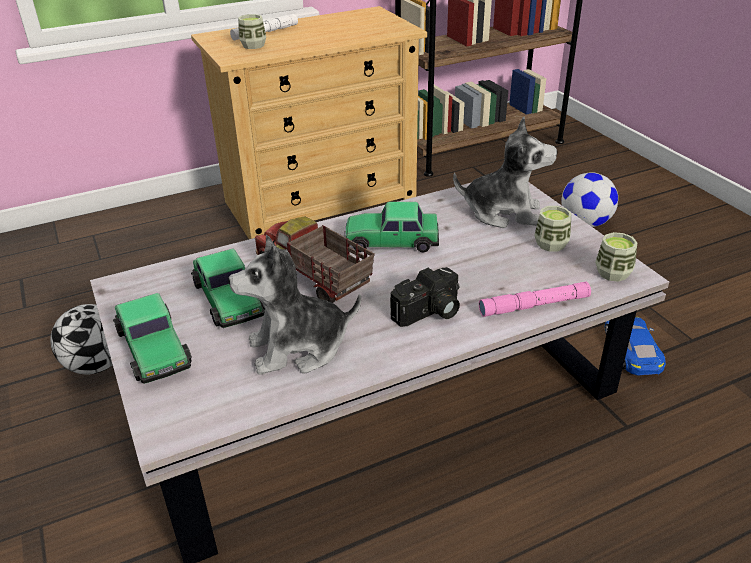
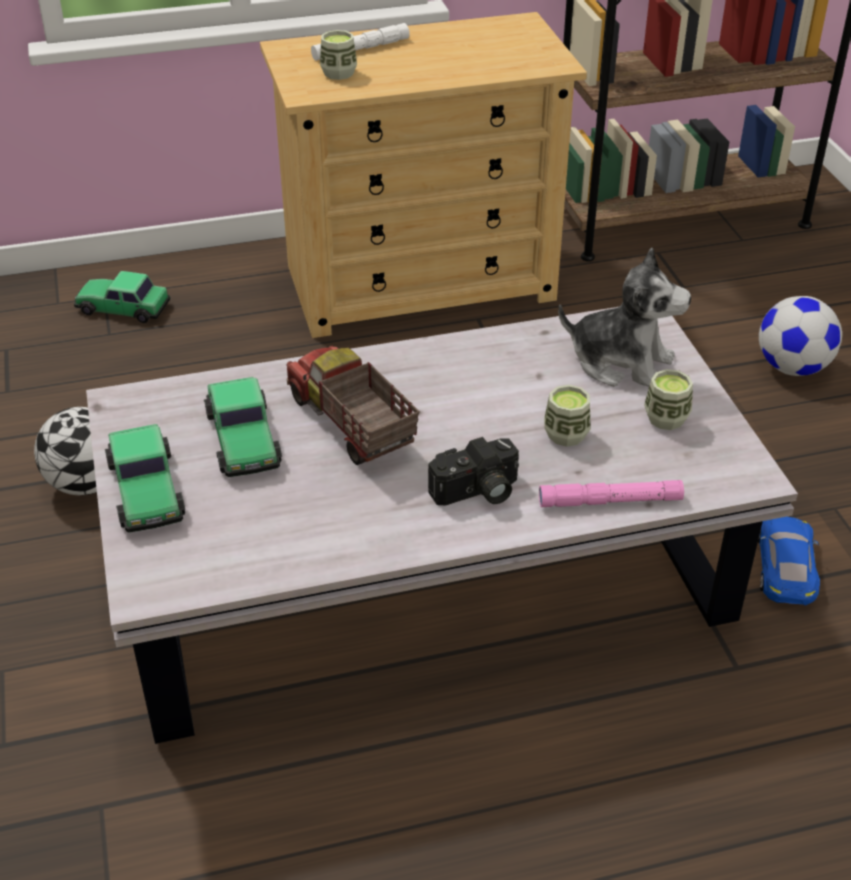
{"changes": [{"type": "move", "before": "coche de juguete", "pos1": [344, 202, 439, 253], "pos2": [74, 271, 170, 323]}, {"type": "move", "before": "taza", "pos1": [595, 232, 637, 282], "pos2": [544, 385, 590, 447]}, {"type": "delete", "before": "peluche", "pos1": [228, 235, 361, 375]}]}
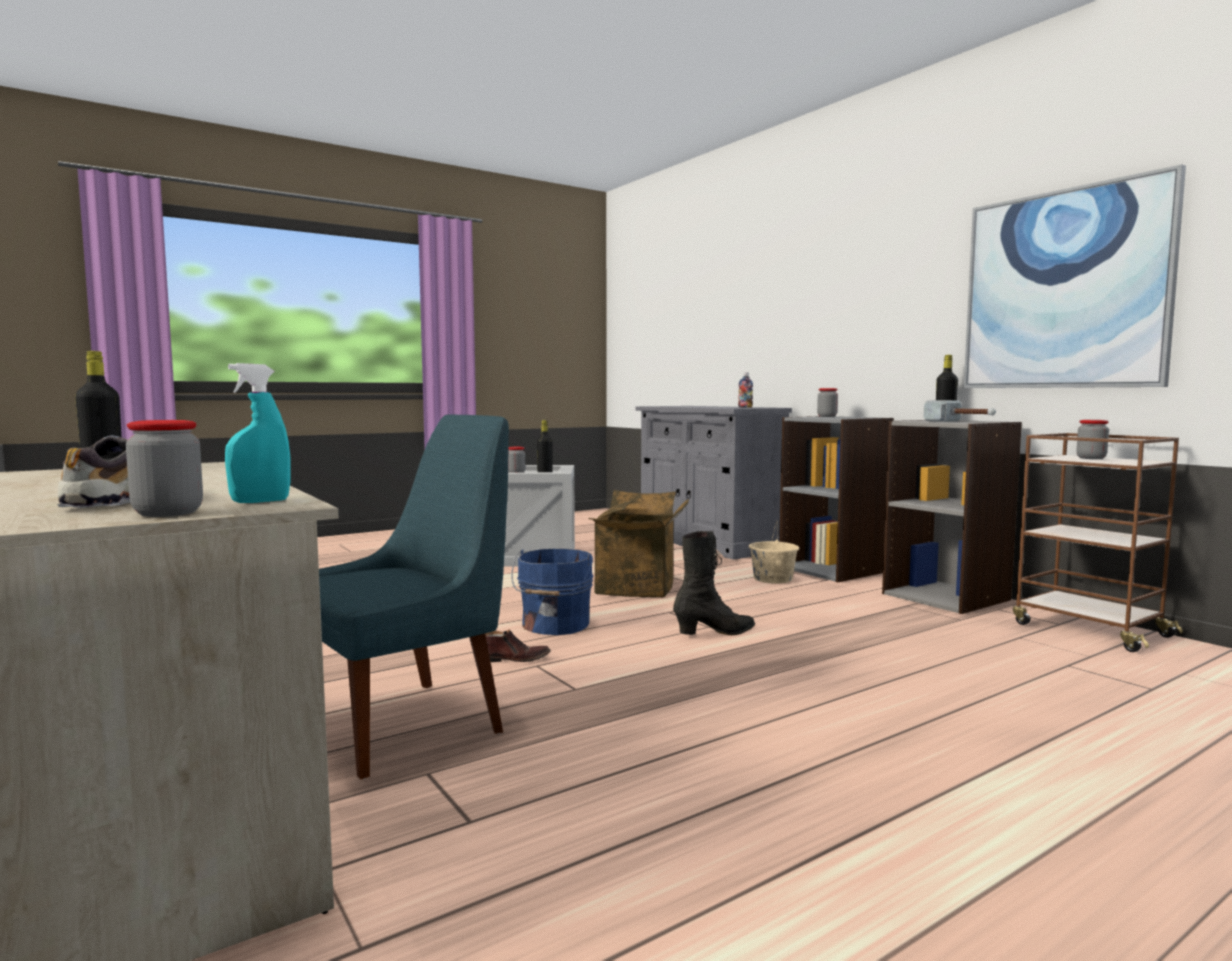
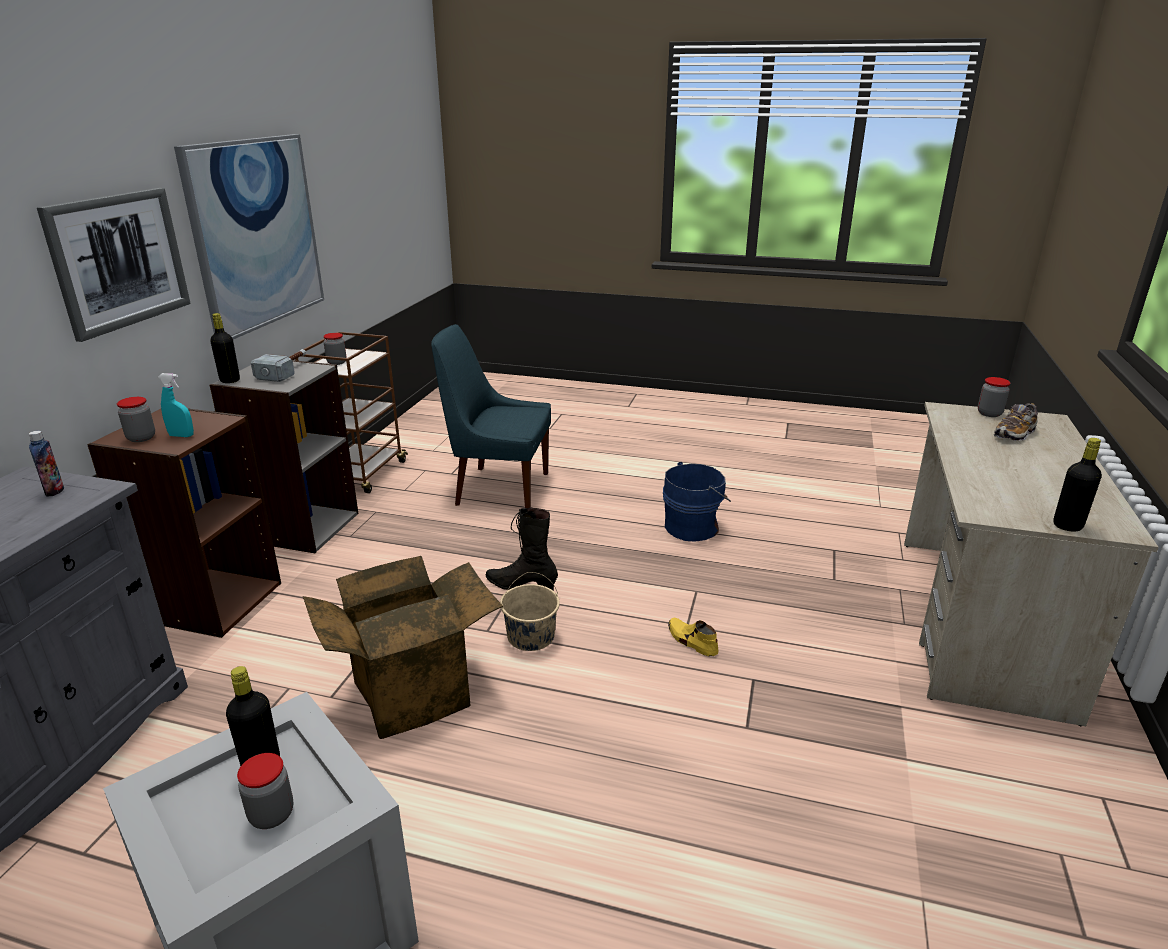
{"changes": [{"type": "move", "before": "pulverizador (turquesa)", "pos1": [225, 363, 291, 503], "pos2": [158, 373, 194, 437]}, {"type": "move", "before": "silla (azul)", "pos1": [319, 414, 509, 780], "pos2": [431, 324, 551, 508]}, {"type": "recolor", "before": "estantería (gris)", "after": "estantería (marrón)", "pos1": [779, 416, 894, 582], "pos2": [87, 408, 281, 638]}, {"type": "move", "before": "cubo (beis)", "pos1": [749, 521, 799, 584], "pos2": [500, 572, 560, 651]}, {"type": "move", "before": "cubo (azul)", "pos1": [511, 548, 593, 635], "pos2": [663, 462, 731, 542]}, {"type": "recolor", "before": "zapato (marrón)", "after": "zapato (amarillo)", "pos1": [485, 630, 551, 662], "pos2": [668, 617, 718, 656]}, {"type": "insert", "after": "cuadro", "pos2": [37, 188, 191, 342]}]}
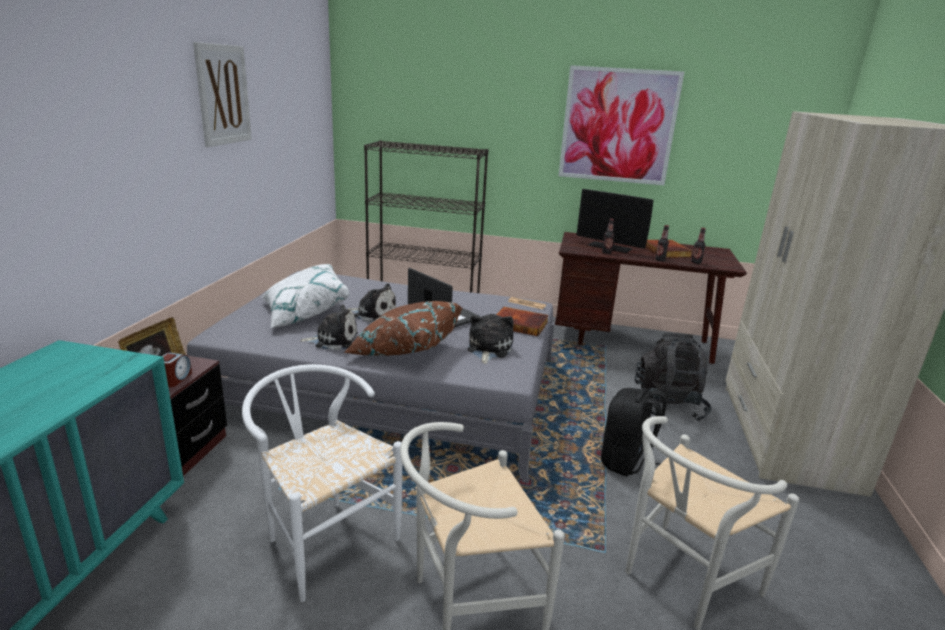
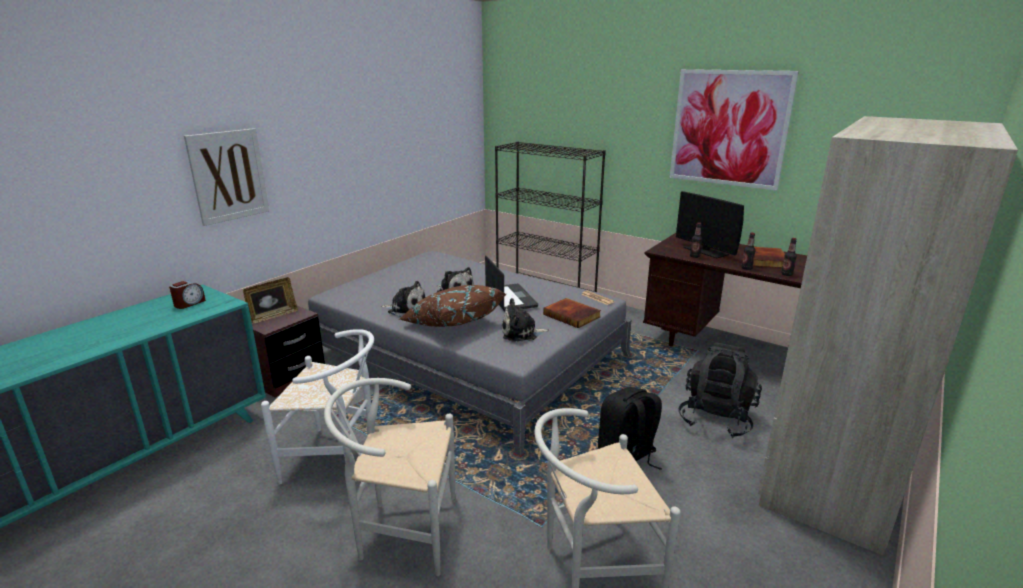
{"changes": [{"type": "move", "before": "cuadro", "pos1": [193, 42, 252, 147], "pos2": [184, 128, 269, 226]}, {"type": "delete", "before": "cojín (blanco)", "pos1": [261, 264, 350, 328]}, {"type": "rotate", "before": "peluche", "pos1": [468, 314, 514, 364], "pos2": [502, 298, 550, 342], "turn": -135}, {"type": "move", "before": "despertador", "pos1": [163, 353, 192, 387], "pos2": [169, 281, 206, 309]}, {"type": "rotate", "before": "silla (blanco)", "pos1": [242, 364, 402, 602], "pos2": [261, 329, 374, 485], "turn": 120}]}
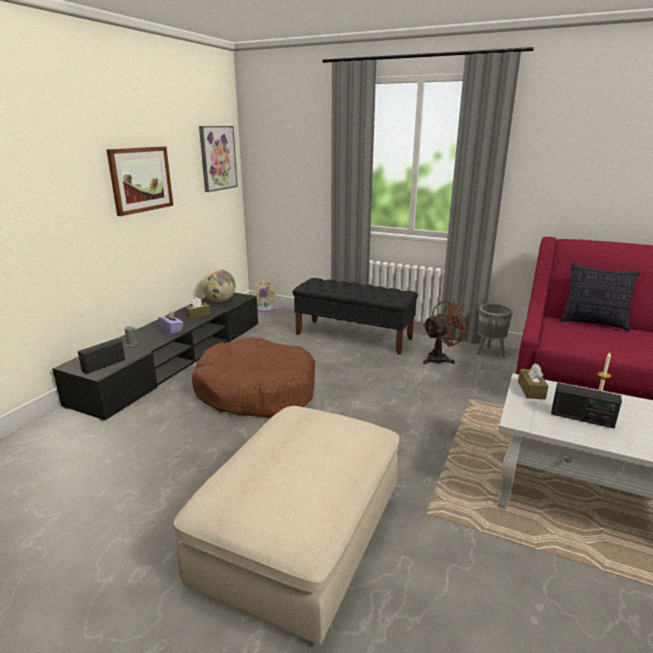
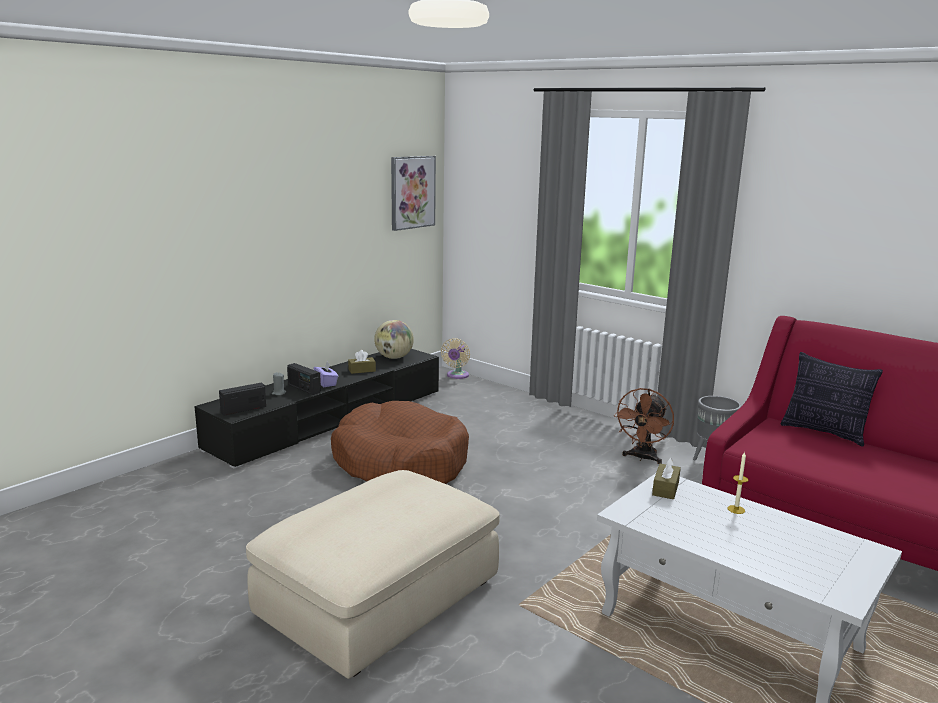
{"changes": [{"type": "delete", "before": "cuadro", "pos1": [106, 146, 173, 216]}, {"type": "delete", "before": "banco (negro)", "pos1": [292, 278, 418, 355]}, {"type": "rotate", "before": "ventilador (marrón)", "pos1": [423, 300, 472, 365], "pos2": [614, 388, 674, 464], "turn": 135}, {"type": "move", "before": "radio", "pos1": [551, 383, 622, 428], "pos2": [287, 363, 321, 395]}]}
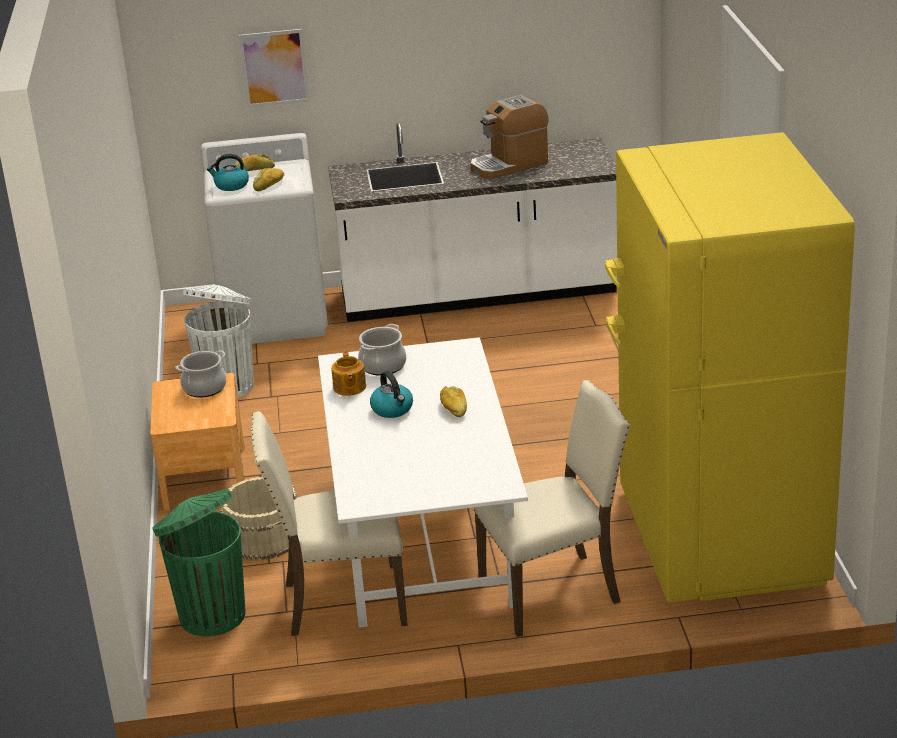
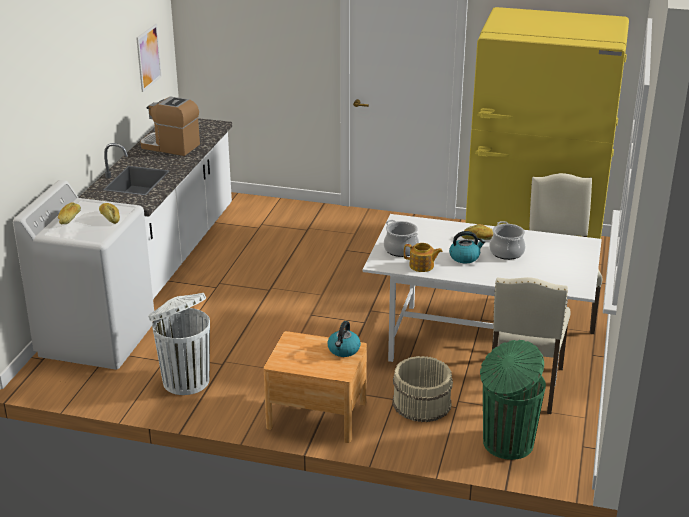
{"changes": [{"type": "move", "before": "cuadro", "pos1": [239, 29, 310, 107], "pos2": [136, 24, 162, 92]}, {"type": "rotate", "before": "cafetera", "pos1": [471, 95, 549, 179], "pos2": [140, 96, 200, 156], "turn": 120}, {"type": "move", "before": "hervidor", "pos1": [207, 154, 249, 191], "pos2": [327, 321, 361, 357]}, {"type": "move", "before": "olla", "pos1": [176, 350, 227, 398], "pos2": [489, 221, 526, 260]}]}
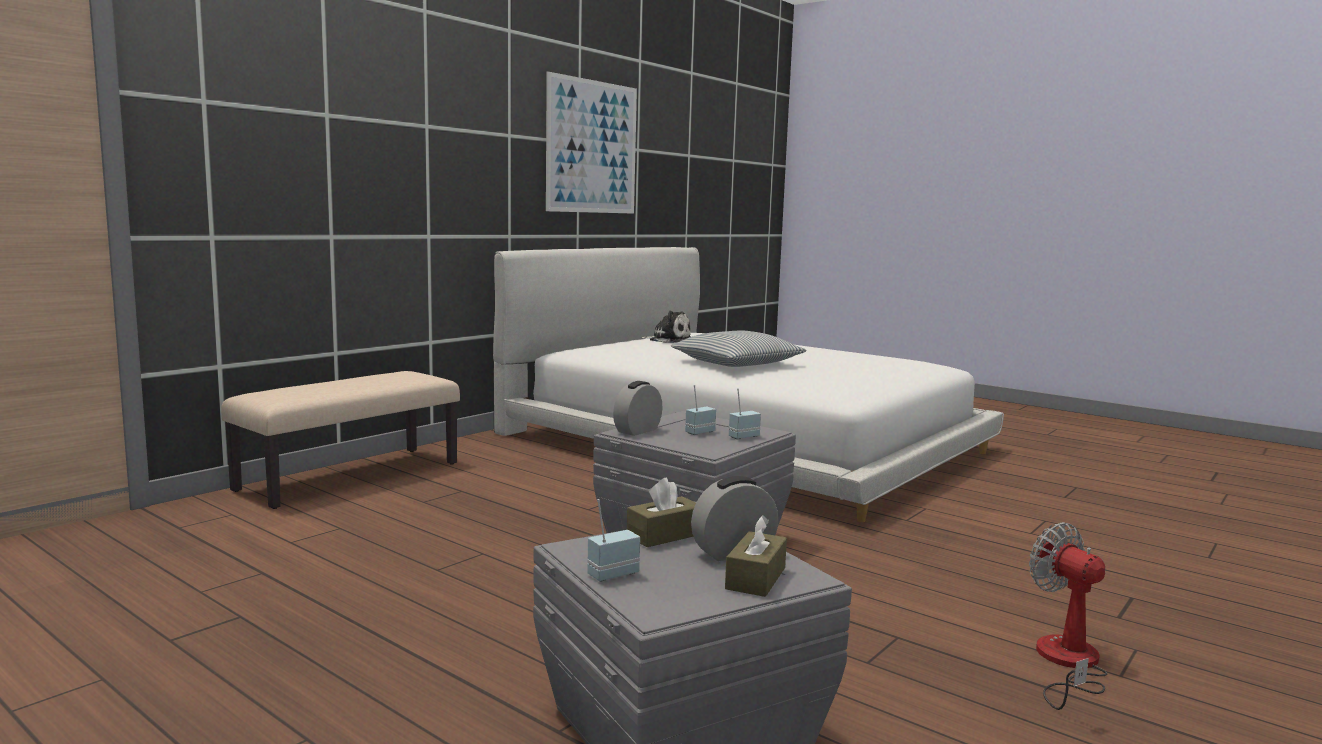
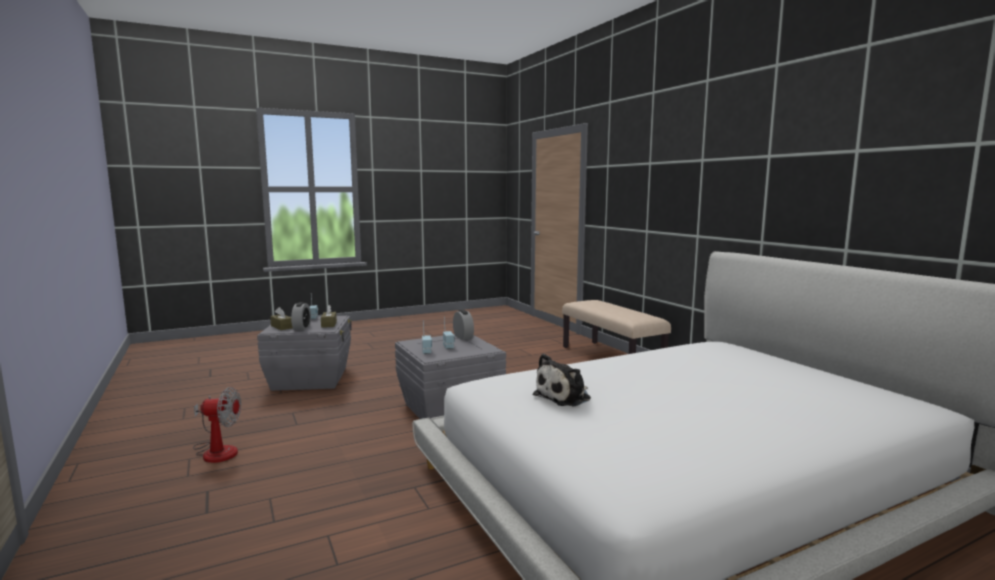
{"changes": [{"type": "delete", "before": "cuadro", "pos1": [546, 72, 637, 214]}, {"type": "move", "before": "peluche", "pos1": [642, 310, 691, 343], "pos2": [533, 354, 591, 406]}, {"type": "delete", "before": "cojín", "pos1": [671, 331, 806, 367]}]}
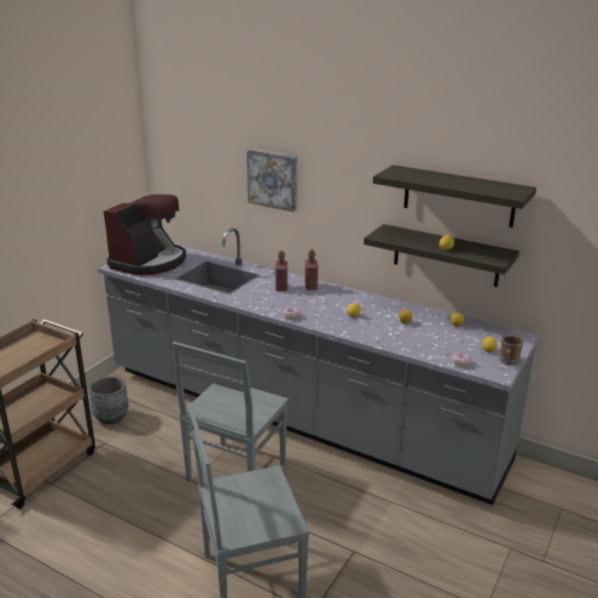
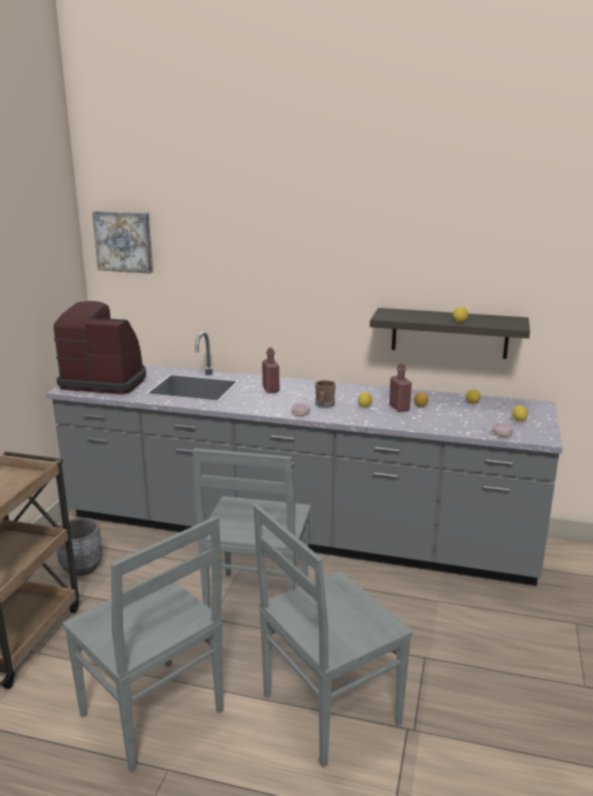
{"changes": [{"type": "move", "before": "cuadro", "pos1": [247, 149, 297, 212], "pos2": [92, 211, 153, 273]}, {"type": "delete", "before": "estante", "pos1": [373, 165, 536, 228]}, {"type": "rotate", "before": "cafetera", "pos1": [103, 194, 186, 275], "pos2": [54, 301, 146, 394], "turn": -90}, {"type": "move", "before": "botella (rojo)", "pos1": [305, 249, 318, 290], "pos2": [389, 363, 412, 412]}, {"type": "move", "before": "taza grande (marrón)", "pos1": [499, 335, 524, 366], "pos2": [315, 380, 336, 408]}, {"type": "insert", "after": "silla (gris)", "pos2": [63, 516, 223, 773]}]}
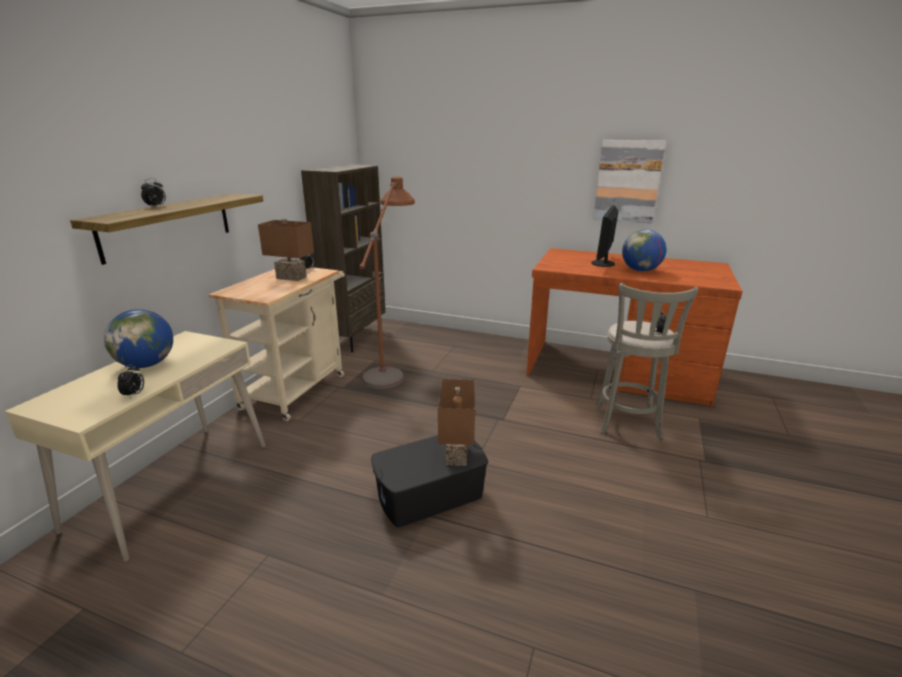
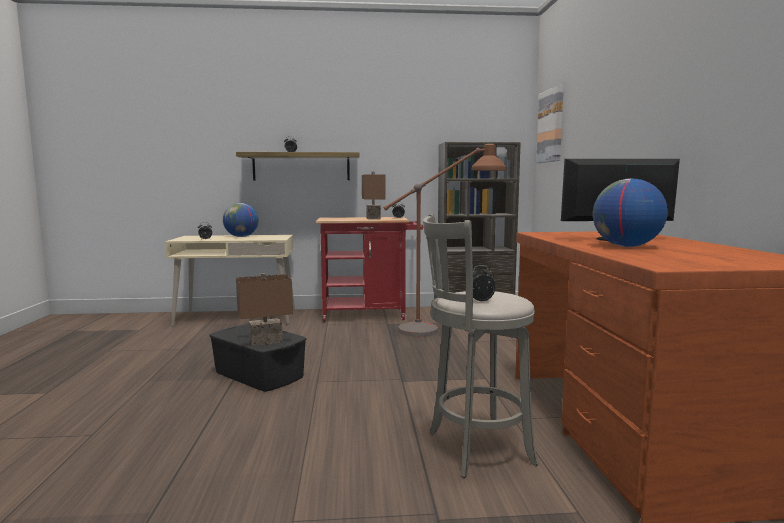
{"changes": [{"type": "move", "before": "cuadro", "pos1": [593, 140, 666, 223], "pos2": [536, 84, 564, 163]}, {"type": "recolor", "before": "carrito (beis)", "after": "carrito (rojo)", "pos1": [208, 267, 345, 421], "pos2": [316, 217, 423, 322]}]}
